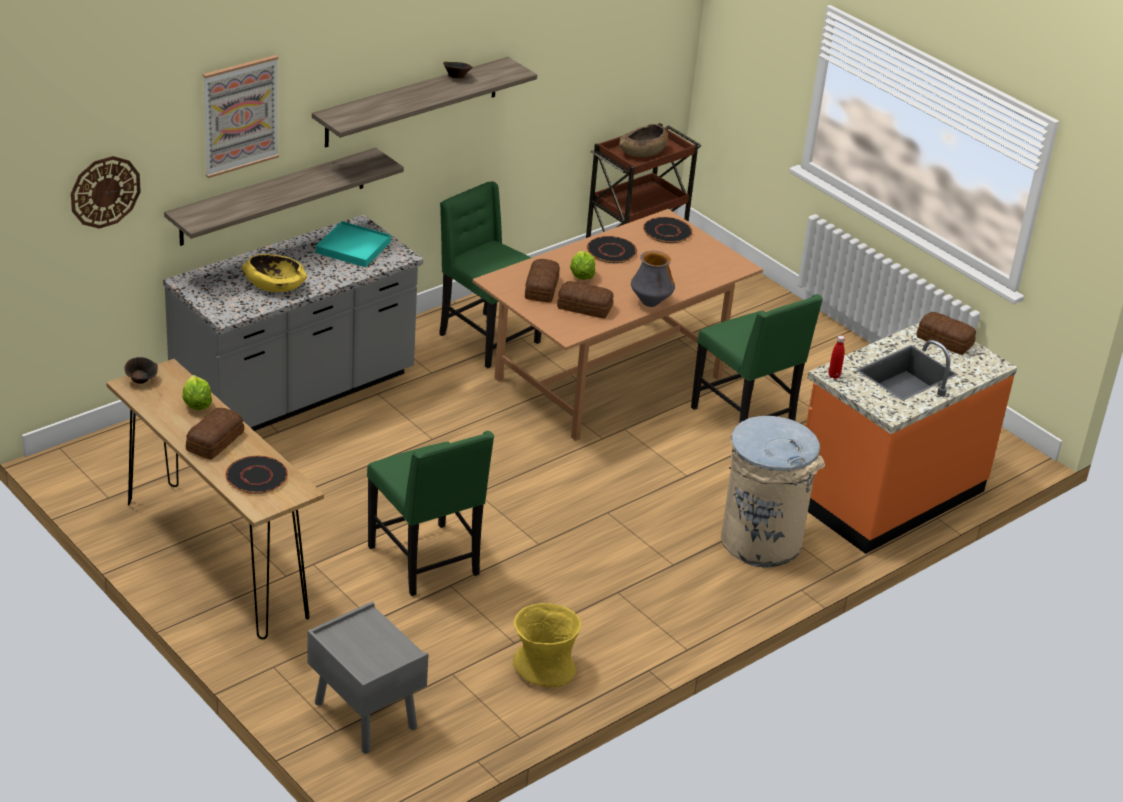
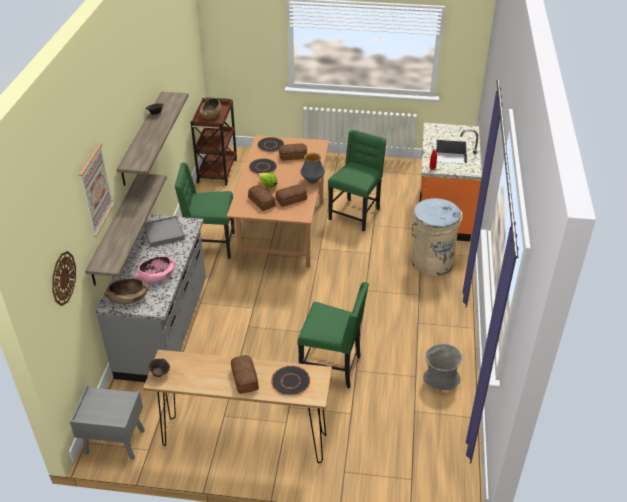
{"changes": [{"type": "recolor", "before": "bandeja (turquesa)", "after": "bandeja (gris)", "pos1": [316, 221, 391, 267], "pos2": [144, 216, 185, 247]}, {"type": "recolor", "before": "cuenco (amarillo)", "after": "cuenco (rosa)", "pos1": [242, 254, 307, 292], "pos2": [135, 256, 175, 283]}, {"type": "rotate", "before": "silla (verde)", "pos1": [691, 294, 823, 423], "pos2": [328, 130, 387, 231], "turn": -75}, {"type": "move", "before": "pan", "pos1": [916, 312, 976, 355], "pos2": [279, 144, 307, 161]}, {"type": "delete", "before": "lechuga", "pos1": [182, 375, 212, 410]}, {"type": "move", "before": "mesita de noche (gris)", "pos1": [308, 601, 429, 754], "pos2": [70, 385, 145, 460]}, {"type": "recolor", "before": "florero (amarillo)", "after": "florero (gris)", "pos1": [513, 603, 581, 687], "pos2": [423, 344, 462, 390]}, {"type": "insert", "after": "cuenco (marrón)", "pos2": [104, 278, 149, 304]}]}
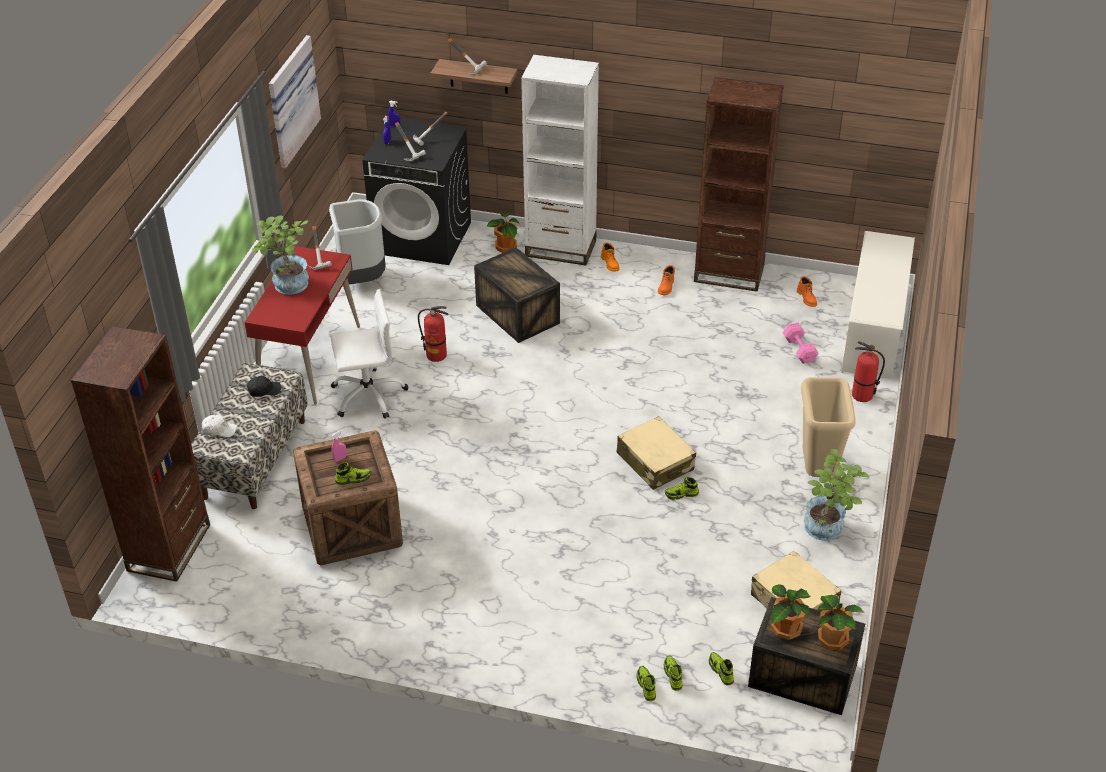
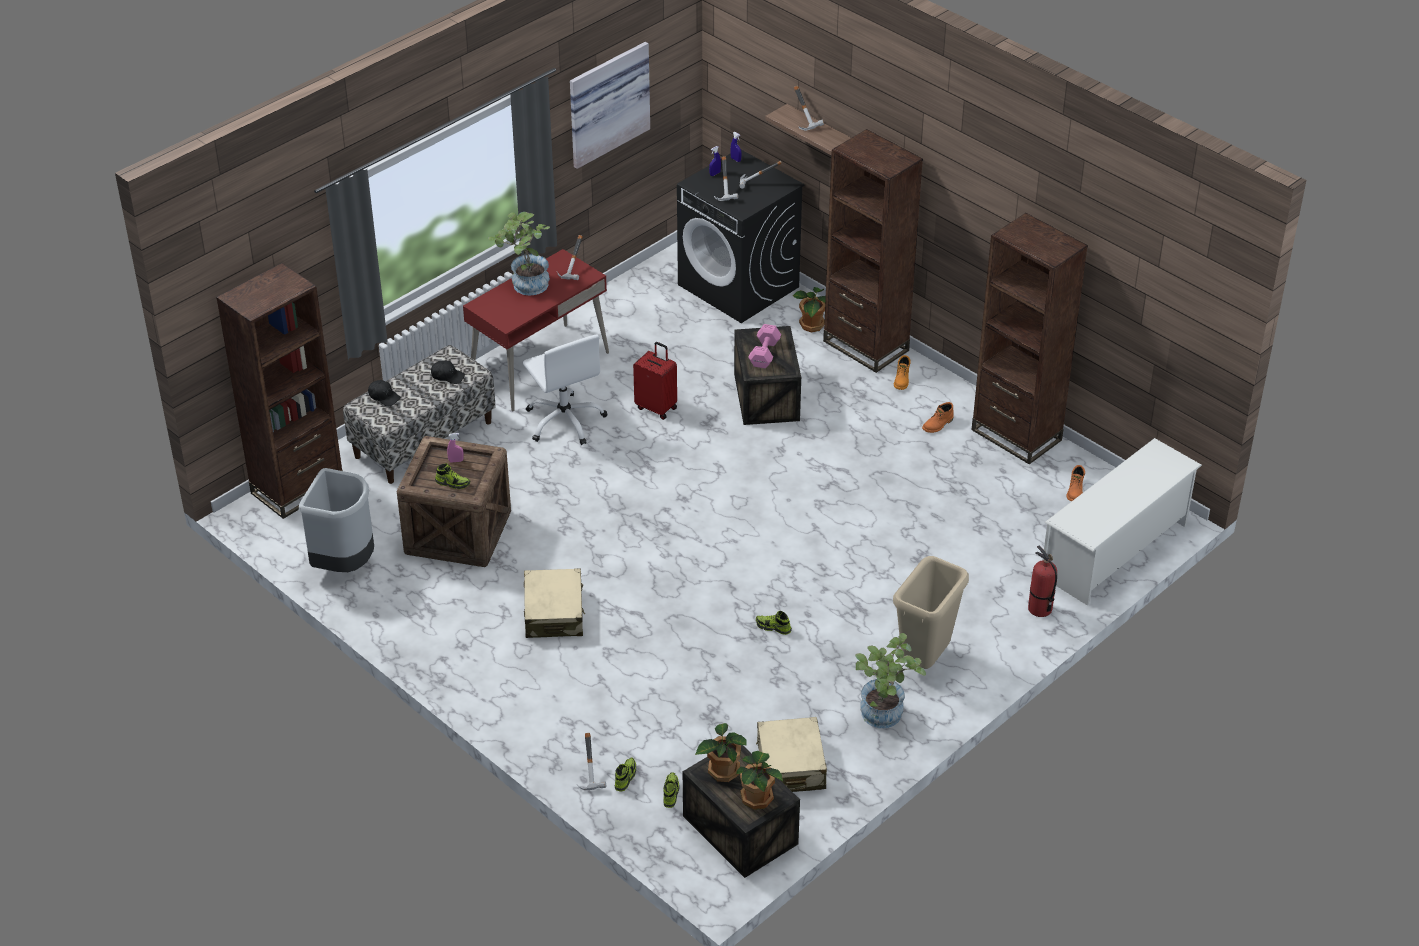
{"changes": [{"type": "recolor", "before": "estantería (blanco)", "after": "estantería (marrón)", "pos1": [521, 55, 599, 265], "pos2": [823, 129, 923, 373]}, {"type": "move", "before": "papelera (gris)", "pos1": [329, 199, 386, 285], "pos2": [299, 468, 374, 572]}, {"type": "rotate", "before": "silla de oficina (blanco)", "pos1": [330, 289, 408, 419], "pos2": [523, 335, 608, 445], "turn": 45}, {"type": "replace", "before": "extintor", "after": "maleta (rojo)", "pos1": [418, 306, 448, 362], "pos2": [633, 342, 677, 420]}, {"type": "move", "before": "mancuerna (rosa)", "pos1": [783, 323, 819, 364], "pos2": [748, 324, 781, 369]}, {"type": "recolor", "before": "gorra (blanco)", "after": "gorra (negro)", "pos1": [202, 414, 237, 437], "pos2": [368, 380, 401, 407]}, {"type": "move", "before": "maleta (beis)", "pos1": [617, 416, 696, 490], "pos2": [524, 568, 585, 638]}, {"type": "replace", "before": "zapato", "after": "martillo", "pos1": [637, 666, 656, 701], "pos2": [577, 733, 606, 790]}]}
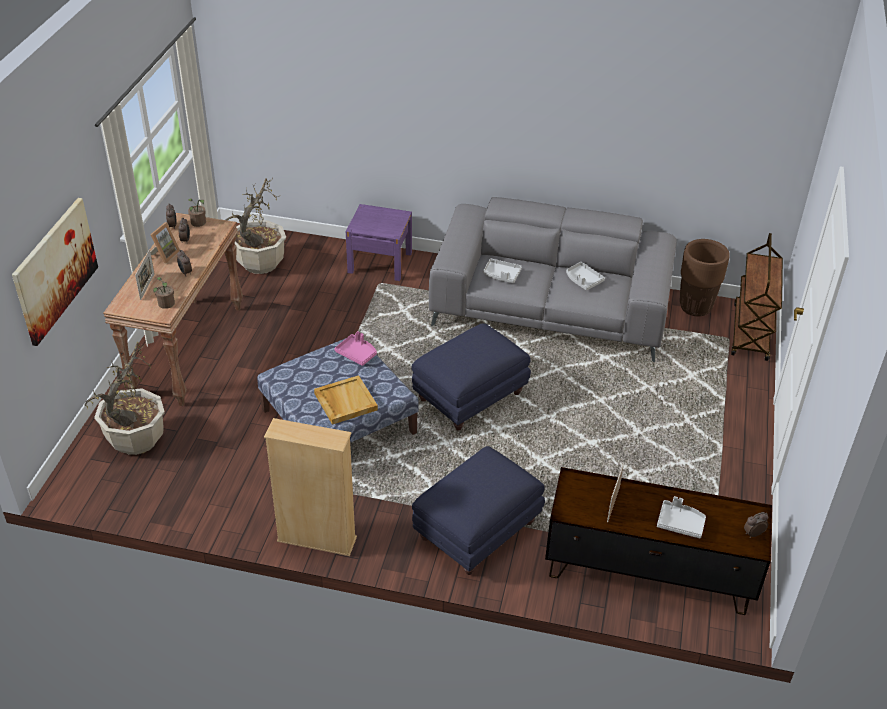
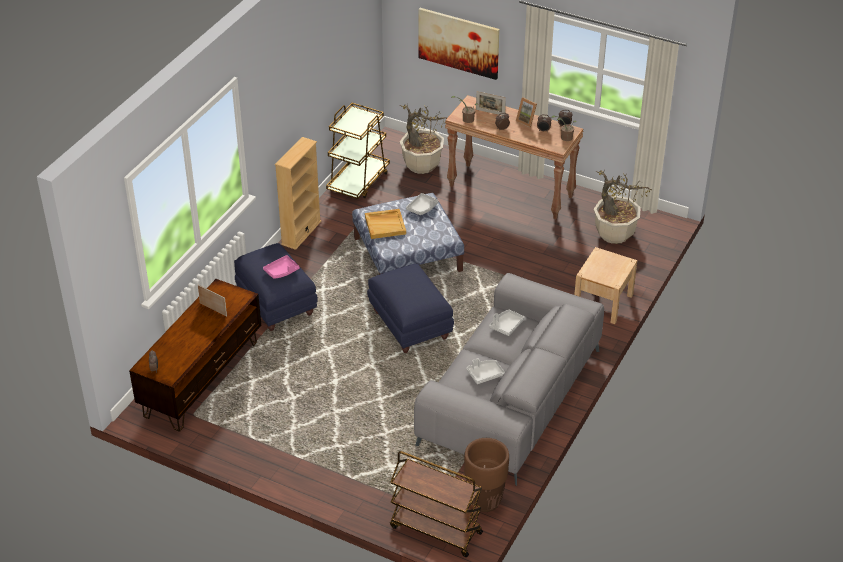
{"changes": [{"type": "recolor", "before": "mesita de noche (morado)", "after": "mesita de noche (beis)", "pos1": [346, 204, 412, 281], "pos2": [574, 247, 637, 324]}, {"type": "move", "before": "bandeja (rosa)", "pos1": [335, 331, 377, 366], "pos2": [263, 255, 300, 279]}, {"type": "move", "before": "bandeja (gris)", "pos1": [657, 496, 706, 538], "pos2": [406, 193, 439, 215]}, {"type": "insert", "after": "carrito (marrón)", "pos2": [326, 103, 390, 199]}]}
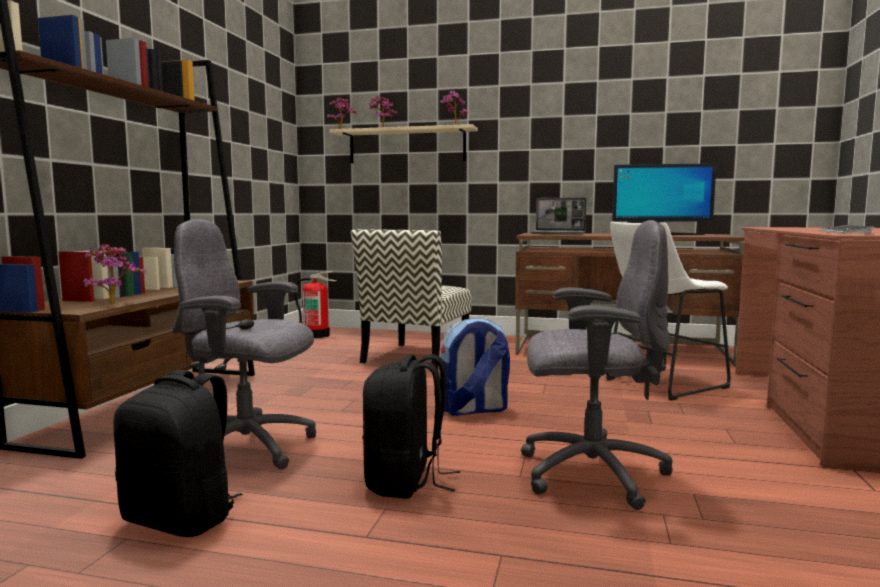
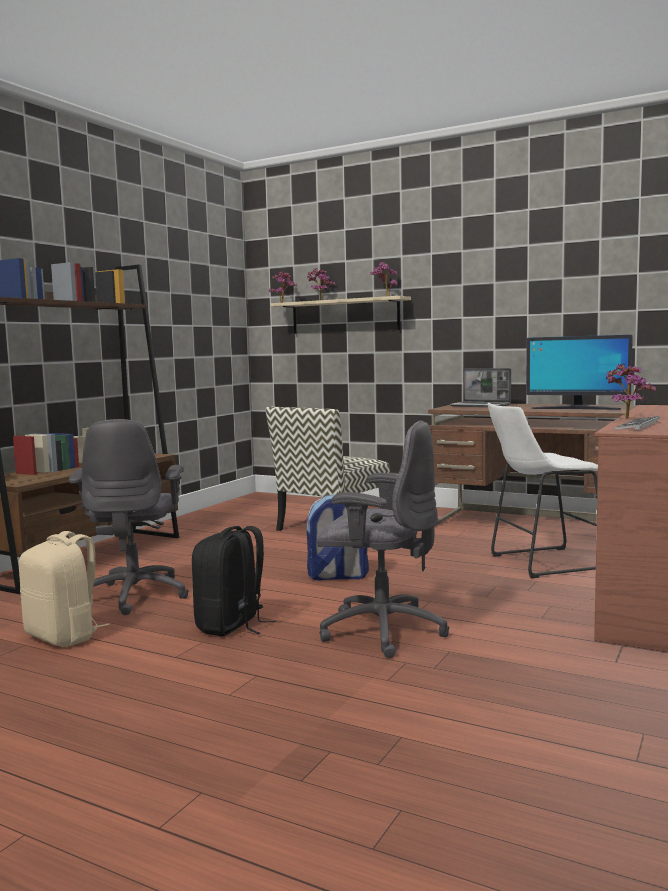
{"changes": [{"type": "rotate", "before": "silla de oficina (gris)", "pos1": [172, 219, 316, 469], "pos2": [69, 419, 189, 615], "turn": -120}, {"type": "move", "before": "planta en maceta", "pos1": [83, 244, 146, 305], "pos2": [606, 364, 656, 419]}, {"type": "delete", "before": "extintor", "pos1": [294, 271, 336, 338]}, {"type": "recolor", "before": "mochila (negro)", "after": "mochila (beis)", "pos1": [114, 370, 242, 537], "pos2": [19, 531, 110, 647]}]}
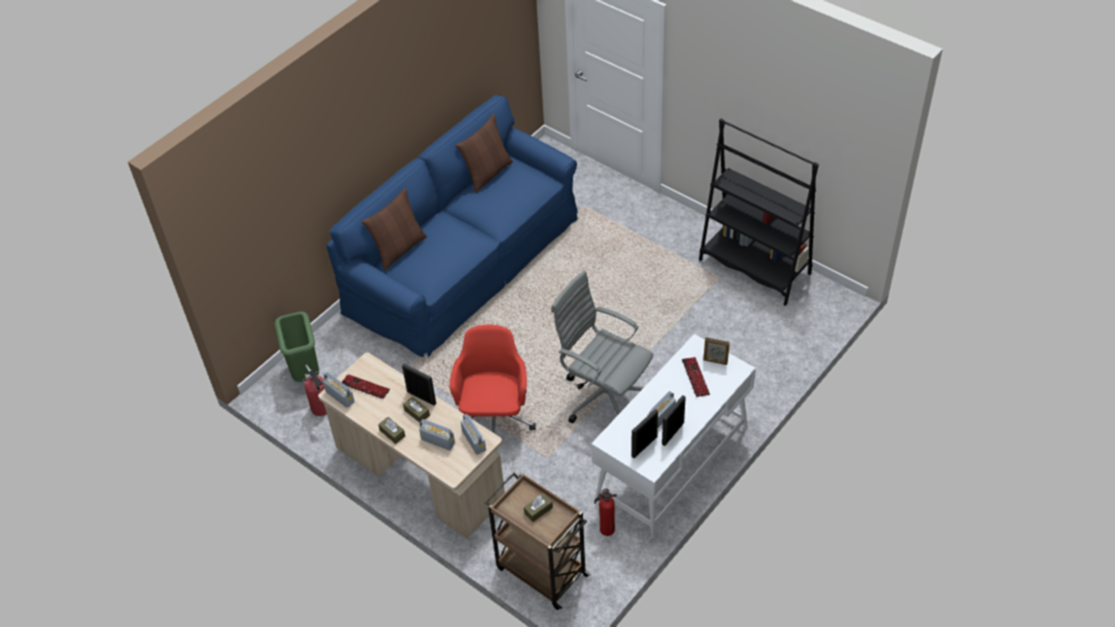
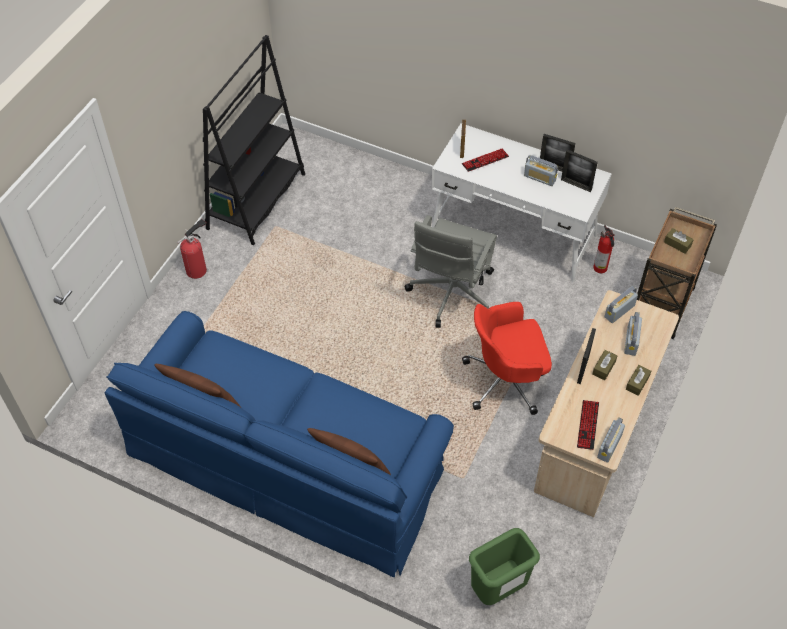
{"changes": [{"type": "move", "before": "extintor", "pos1": [302, 365, 327, 416], "pos2": [177, 219, 207, 279]}]}
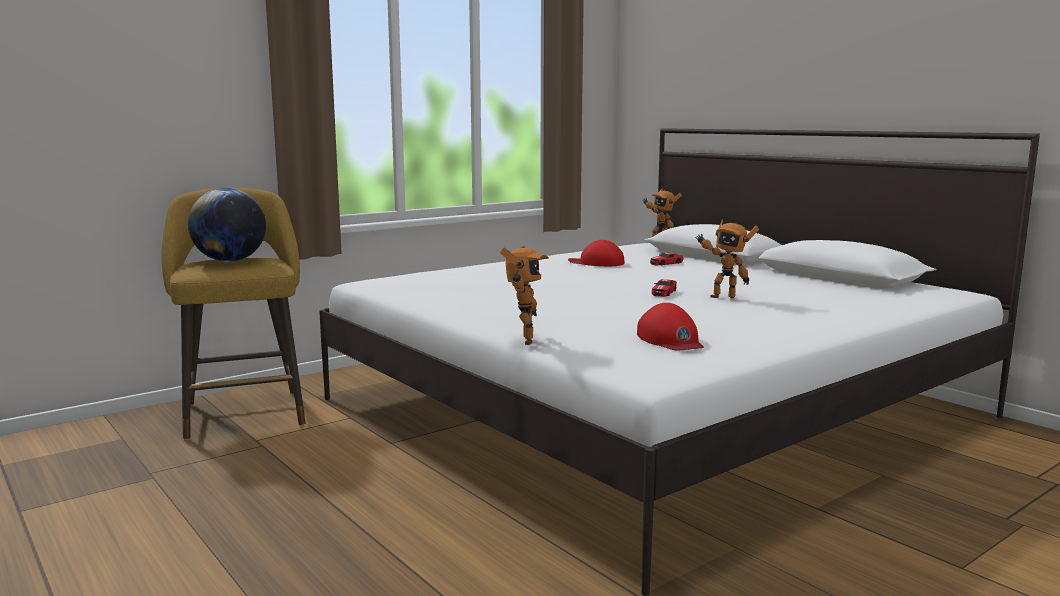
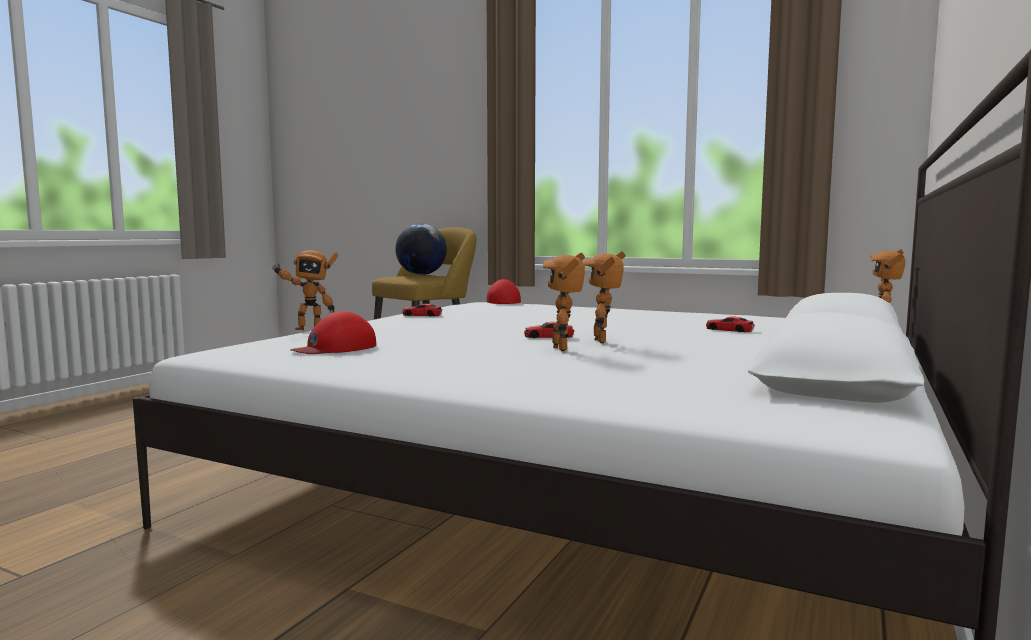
{"changes": [{"type": "move", "before": "gorra (rojo)", "pos1": [568, 240, 625, 266], "pos2": [486, 279, 521, 304]}, {"type": "insert", "after": "robot de juguete", "pos2": [584, 251, 625, 343]}, {"type": "insert", "after": "coche de juguete", "pos2": [402, 304, 442, 316]}]}
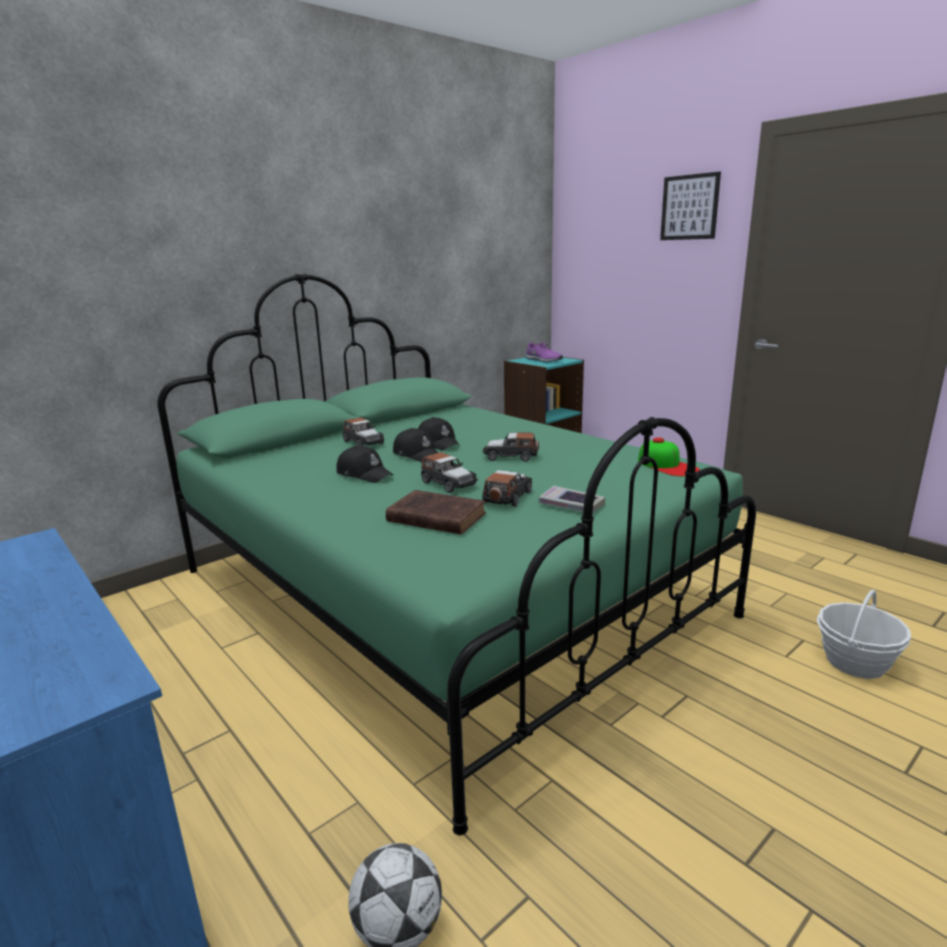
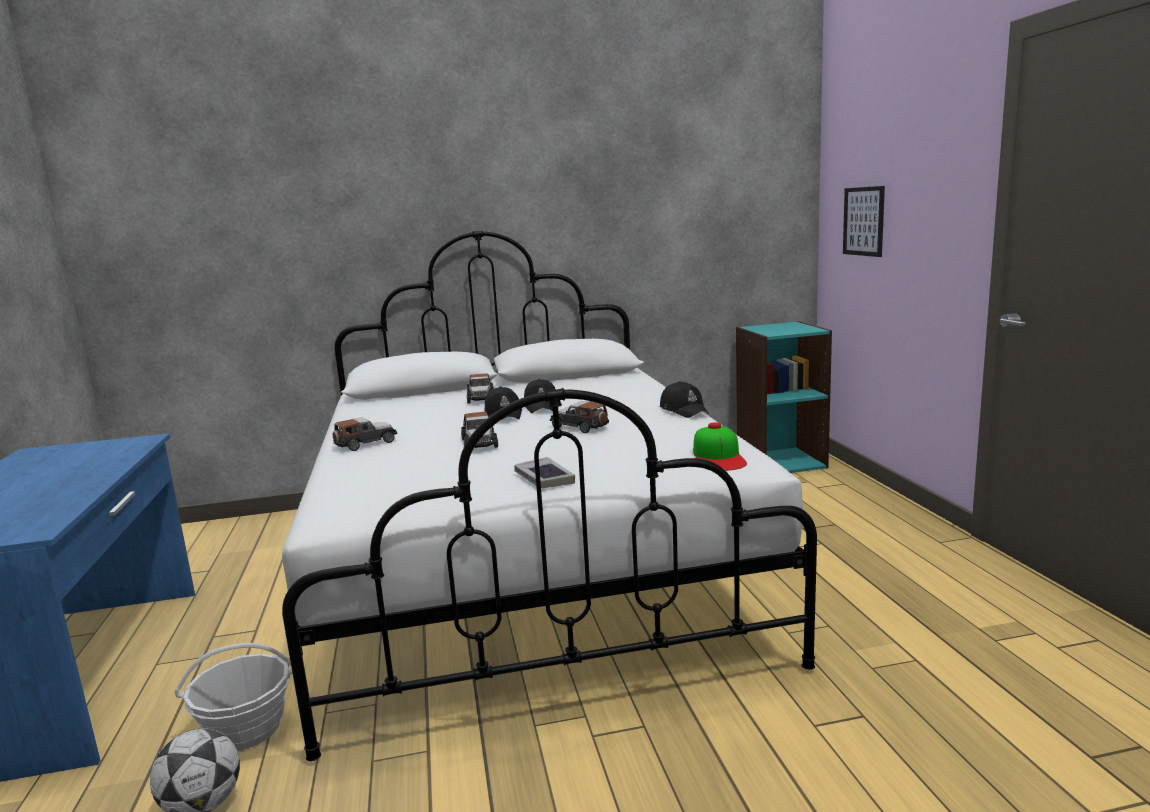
{"changes": [{"type": "move", "before": "cuadro", "pos1": [660, 171, 721, 240], "pos2": [843, 186, 885, 257]}, {"type": "recolor", "before": "cama (verde)", "after": "cama (blanco)", "pos1": [157, 274, 756, 835], "pos2": [282, 230, 817, 761]}, {"type": "delete", "before": "zapato (morado)", "pos1": [525, 342, 563, 362]}, {"type": "move", "before": "gorra (negro)", "pos1": [336, 445, 393, 483], "pos2": [660, 381, 709, 418]}, {"type": "move", "before": "coche de juguete", "pos1": [482, 470, 532, 507], "pos2": [332, 417, 397, 451]}, {"type": "delete", "before": "libro (marrón)", "pos1": [386, 490, 486, 535]}, {"type": "move", "before": "cesta", "pos1": [817, 589, 911, 679], "pos2": [174, 643, 293, 750]}]}
